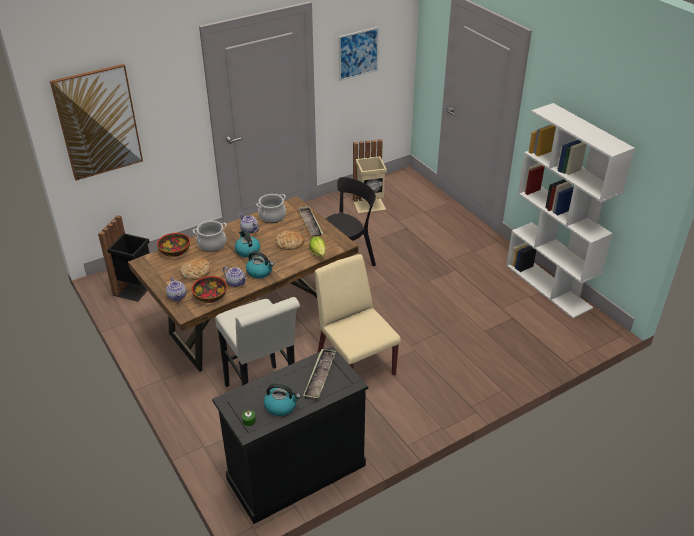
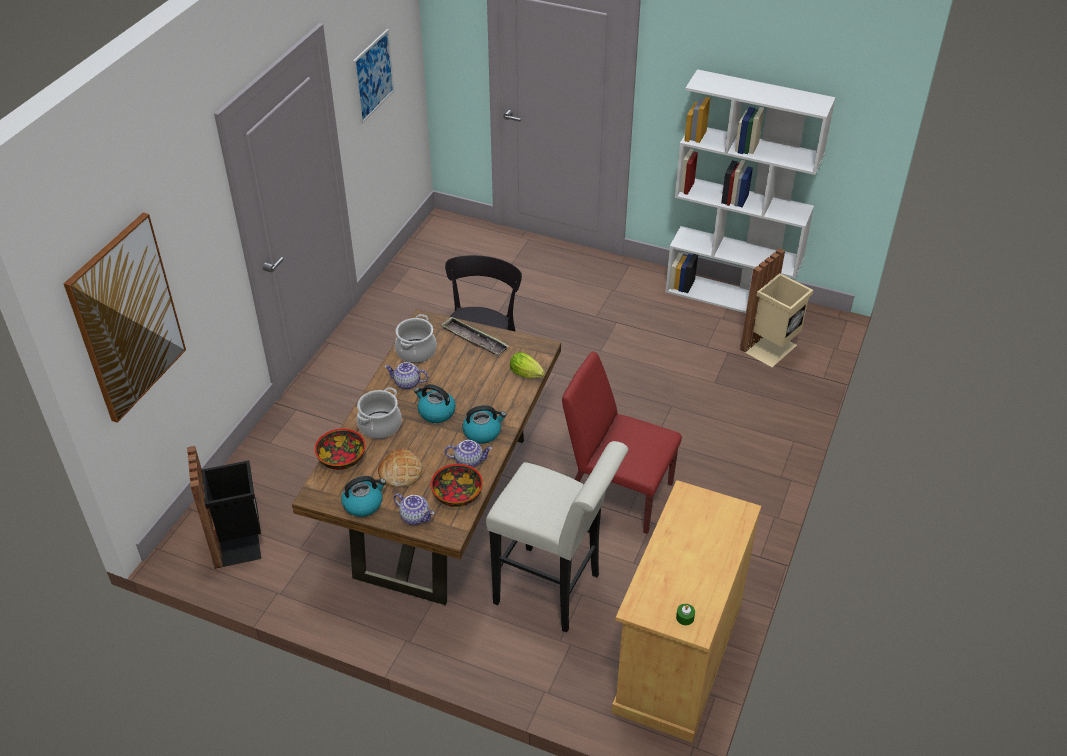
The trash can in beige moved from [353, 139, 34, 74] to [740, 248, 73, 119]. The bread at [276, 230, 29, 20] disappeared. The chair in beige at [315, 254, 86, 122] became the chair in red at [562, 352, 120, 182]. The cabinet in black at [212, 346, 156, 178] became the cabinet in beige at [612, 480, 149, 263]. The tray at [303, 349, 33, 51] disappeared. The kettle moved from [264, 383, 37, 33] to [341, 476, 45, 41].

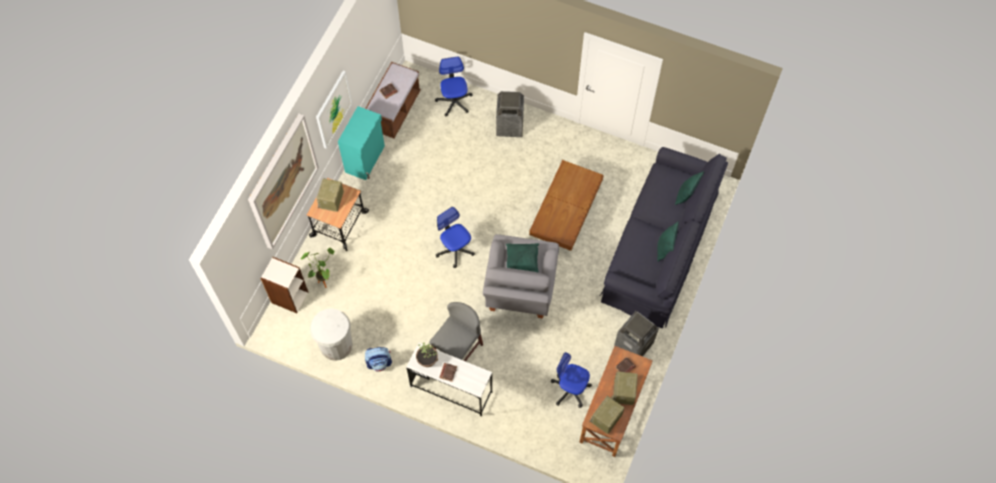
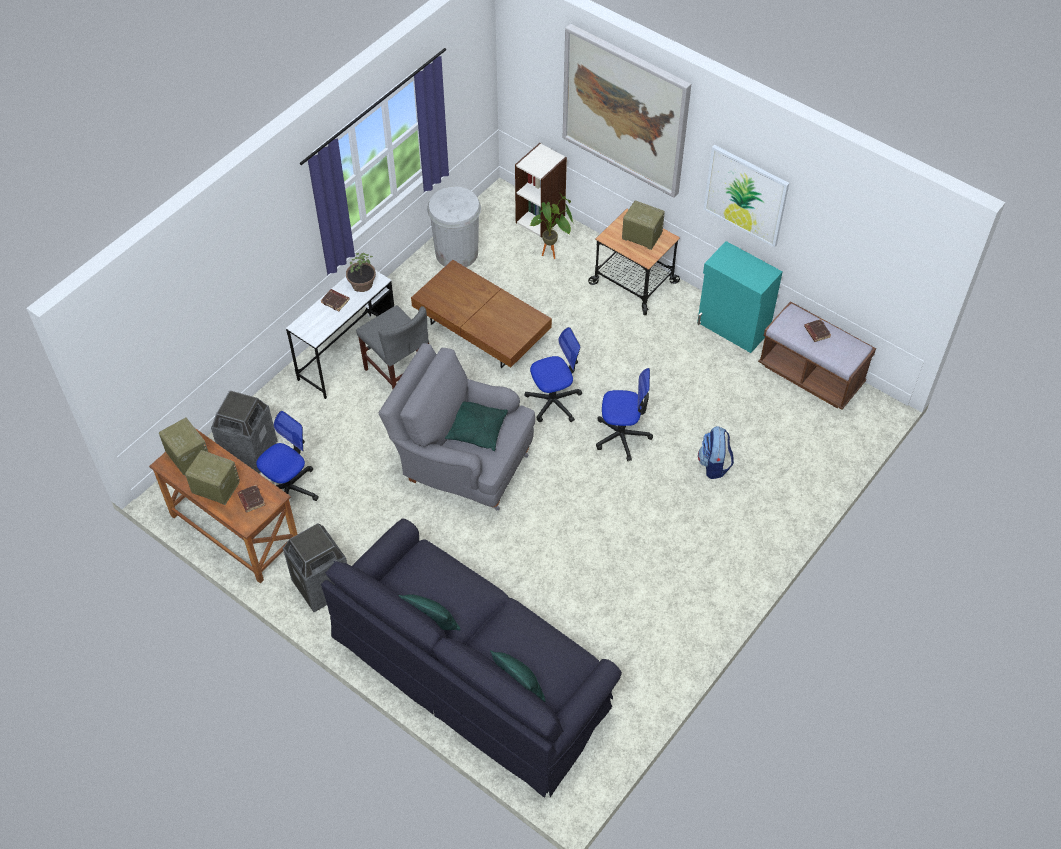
The office chair moved from [435, 56, 38, 61] to [596, 368, 57, 93]. The trash can moved from [496, 91, 28, 46] to [211, 390, 66, 84]. The coffee table in brown moved from [529, 160, 75, 91] to [411, 260, 141, 108]. The backpack moved from [365, 347, 27, 24] to [698, 426, 36, 53].

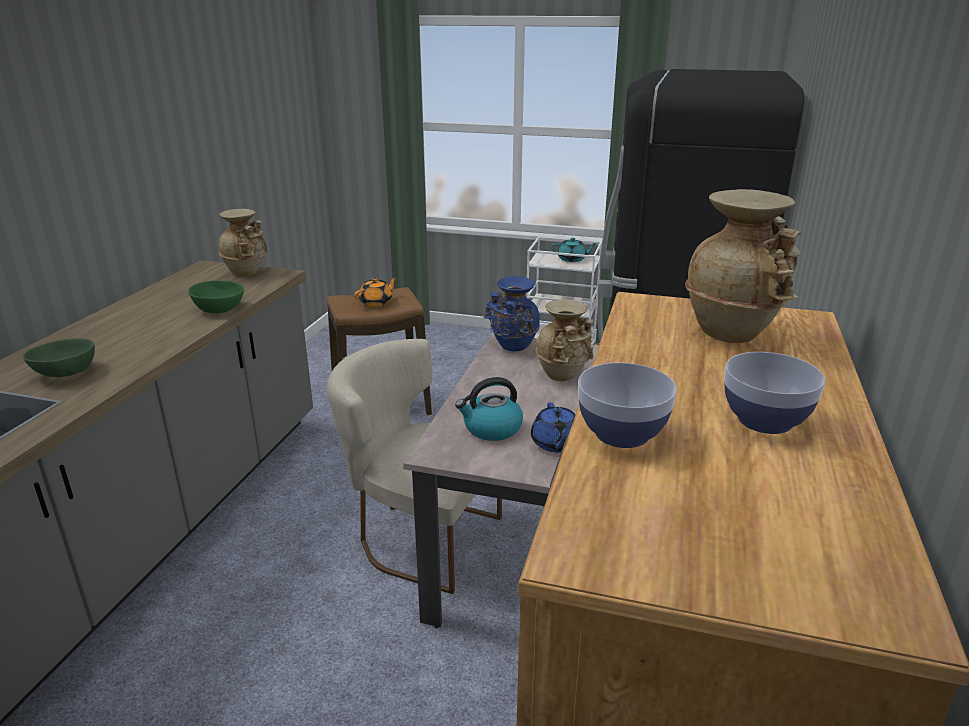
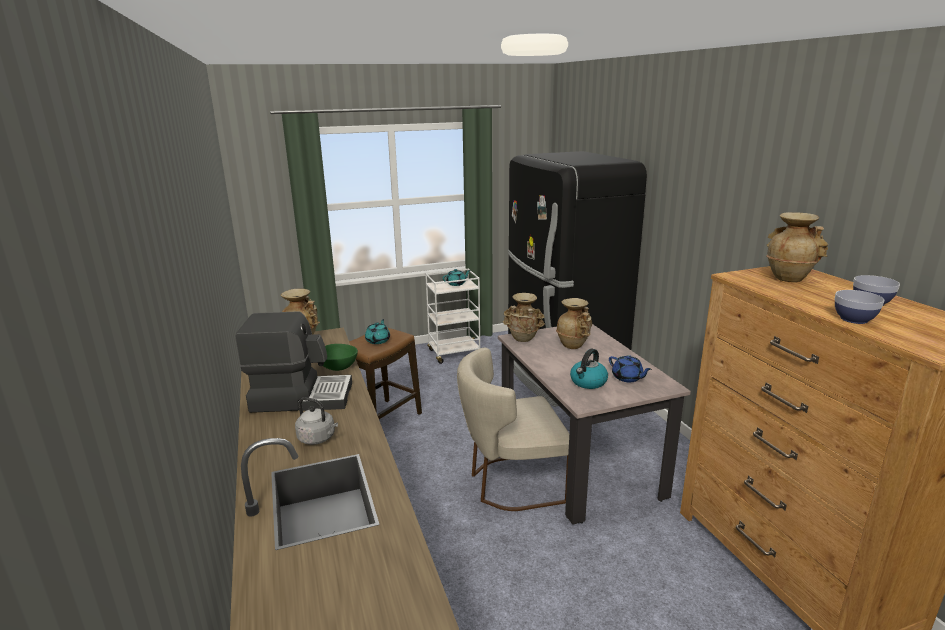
The vase in blue at [484, 276, 56, 75] became the vase in beige at [503, 293, 42, 49]. The teapot in orange at [354, 277, 43, 30] became the teapot in turquoise at [365, 319, 25, 25]. The bowl in green at [23, 338, 72, 39] was replaced by the kettle in grey at [295, 397, 43, 48]. The coffee machine at [235, 311, 117, 102] appeared.

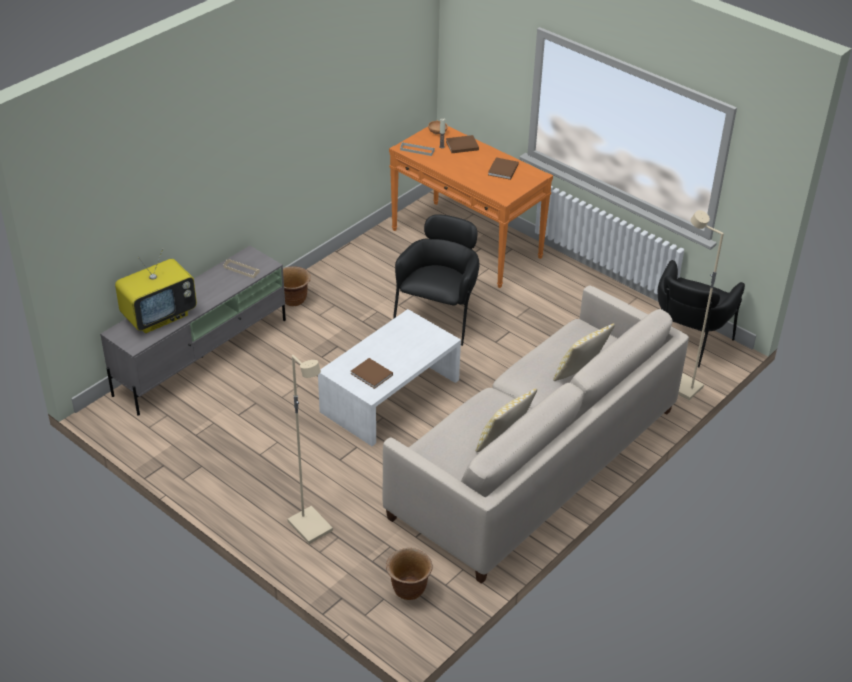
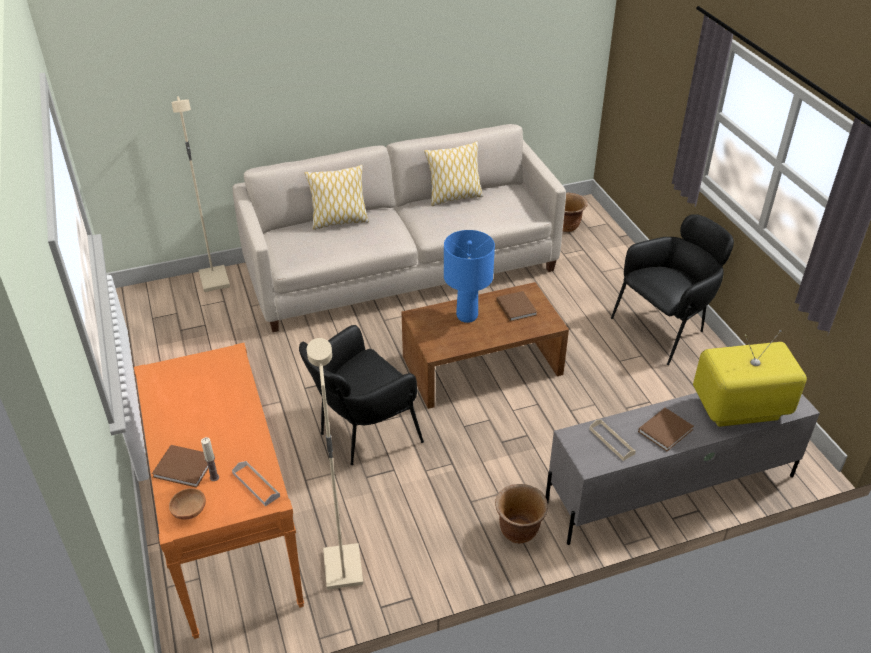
The book in brown moved from [488, 157, 31, 23] to [638, 408, 56, 43]. The armchair in black moved from [658, 260, 87, 108] to [611, 214, 123, 151]. The coffee table in white at [318, 309, 143, 137] became the coffee table in brown at [402, 282, 167, 127]. The floor lamp in beige moved from [287, 355, 46, 189] to [307, 338, 56, 252]. The table lamp in blue at [444, 230, 51, 93] appeared.

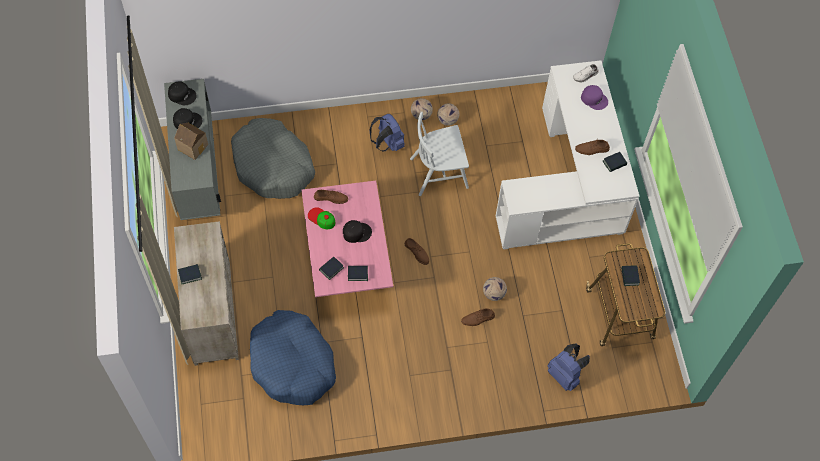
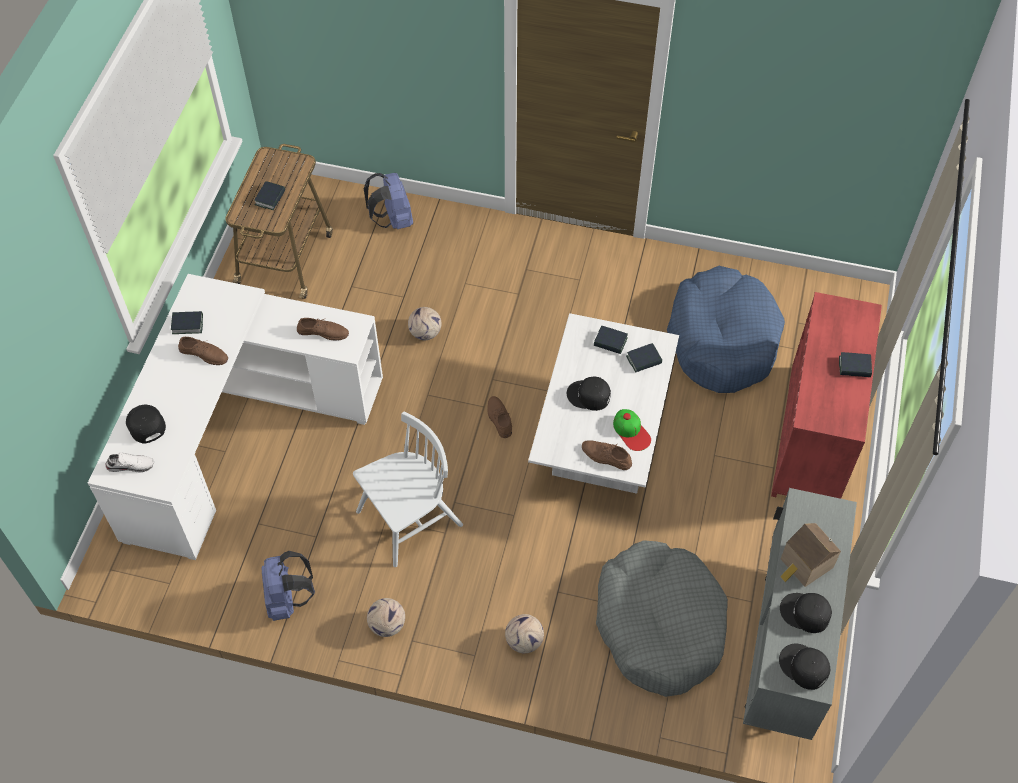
The cap in purple at [581, 85, 27, 25] became the cap in black at [126, 405, 40, 39]. The football moved from [437, 103, 23, 23] to [505, 614, 39, 39]. The chair in white at [410, 112, 59, 84] turned 45 degrees counterclockwise. The backpack in blue moved from [370, 114, 35, 37] to [261, 551, 54, 70]. The coffee table in pink at [301, 181, 92, 116] became the coffee table in white at [528, 313, 151, 181]. The dresser in beige at [174, 221, 65, 145] became the dresser in red at [771, 292, 111, 207]. The shoe in brown moved from [461, 308, 34, 18] to [297, 318, 52, 23].

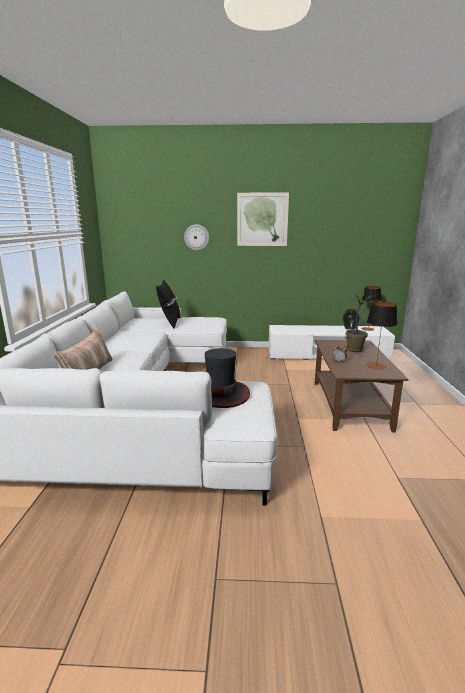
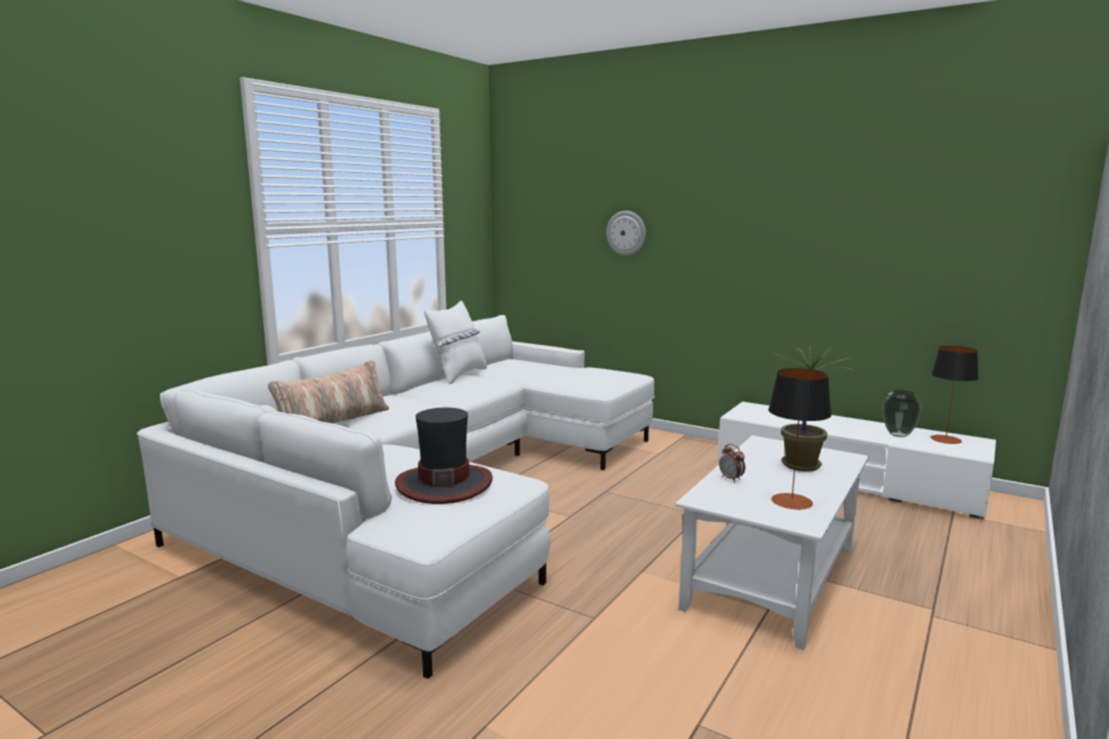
The picture at [237, 193, 52, 53] disappeared. The pillow in black at [156, 279, 24, 49] disappeared. The coffee table in brown at [315, 340, 94, 92] became the coffee table in white at [675, 435, 194, 215]. The pillow in white at [424, 301, 63, 83] appeared.

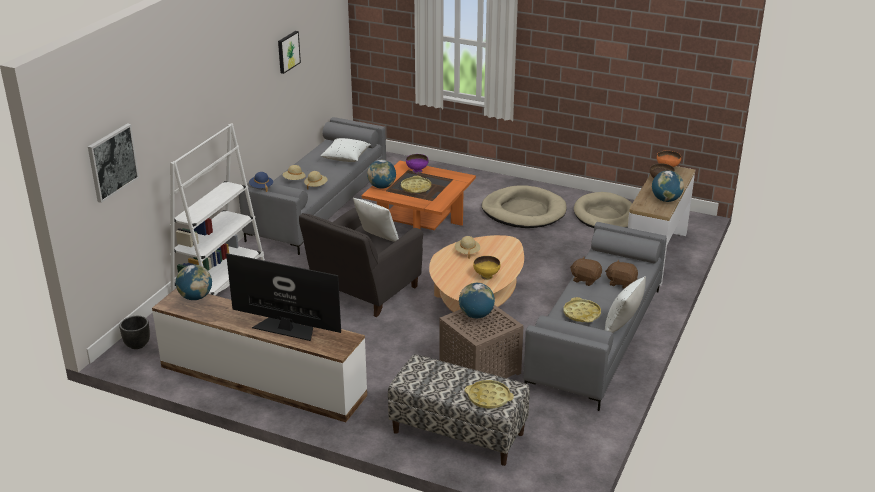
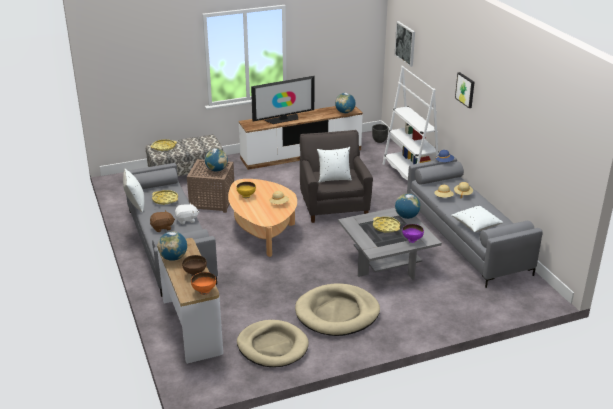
The picture moved from [278, 31, 23, 43] to [455, 72, 19, 36]. The coffee table in orange at [362, 161, 114, 69] became the coffee table in grey at [338, 208, 104, 72]. The plush toy in brown at [570, 257, 32, 29] became the plush toy in white at [174, 203, 25, 21].

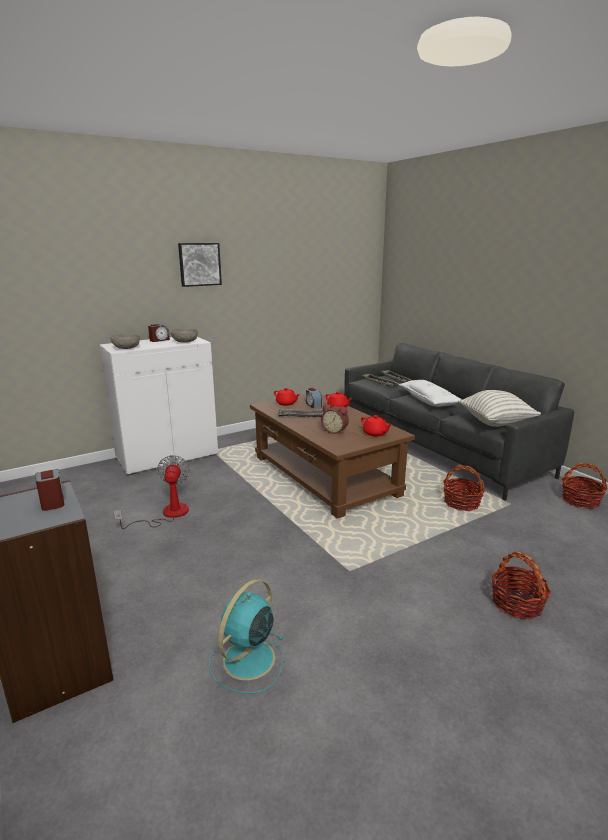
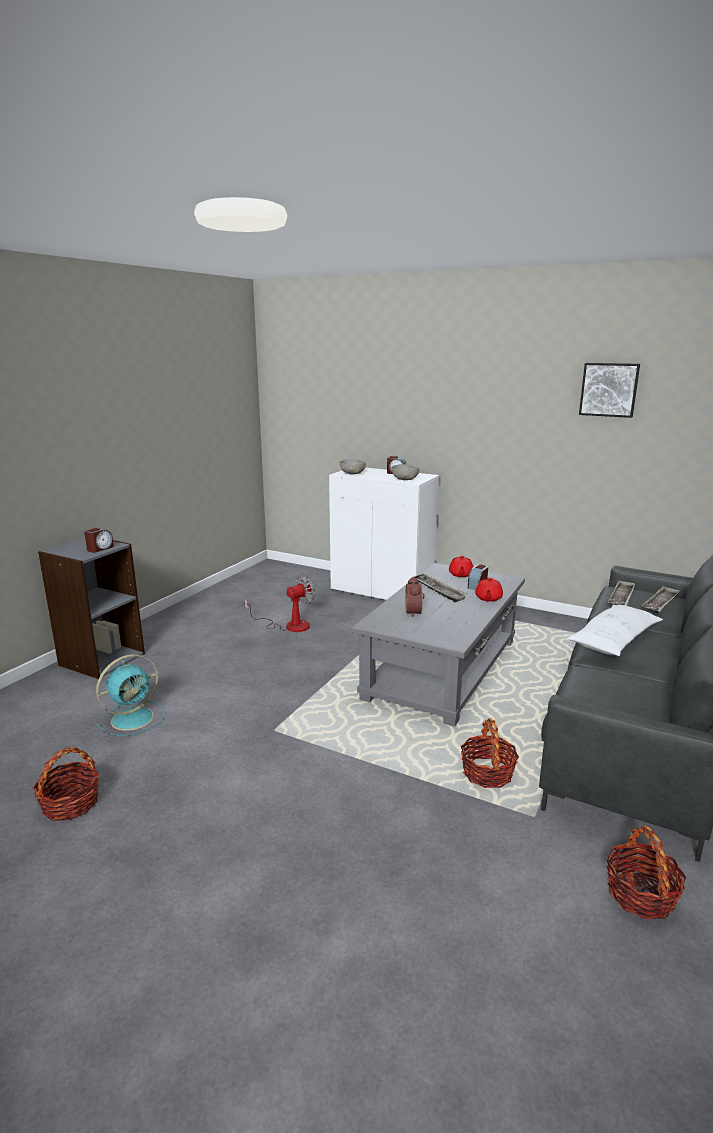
The picture moved from [178, 243, 44, 44] to [579, 363, 61, 55]. The pillow at [458, 390, 83, 37] disappeared. The coffee table in brown at [250, 394, 165, 125] became the coffee table in grey at [352, 563, 173, 164]. The teapot in red at [361, 415, 31, 21] disappeared. The basket moved from [492, 551, 59, 69] to [33, 747, 67, 74]. The fan in turquoise at [209, 579, 75, 115] turned 135 degrees clockwise.

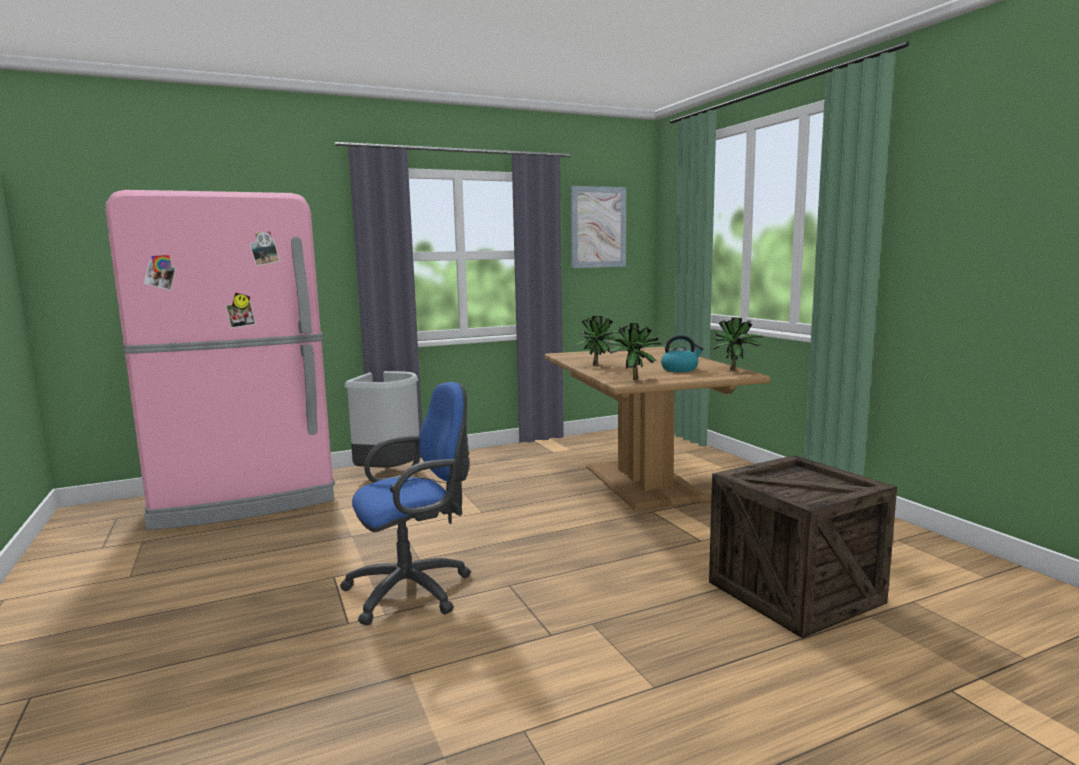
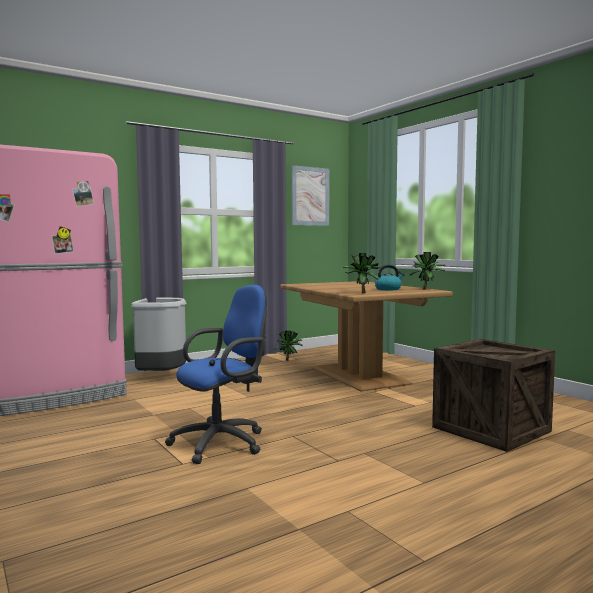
The potted plant moved from [574, 316, 46, 50] to [274, 331, 29, 30].

